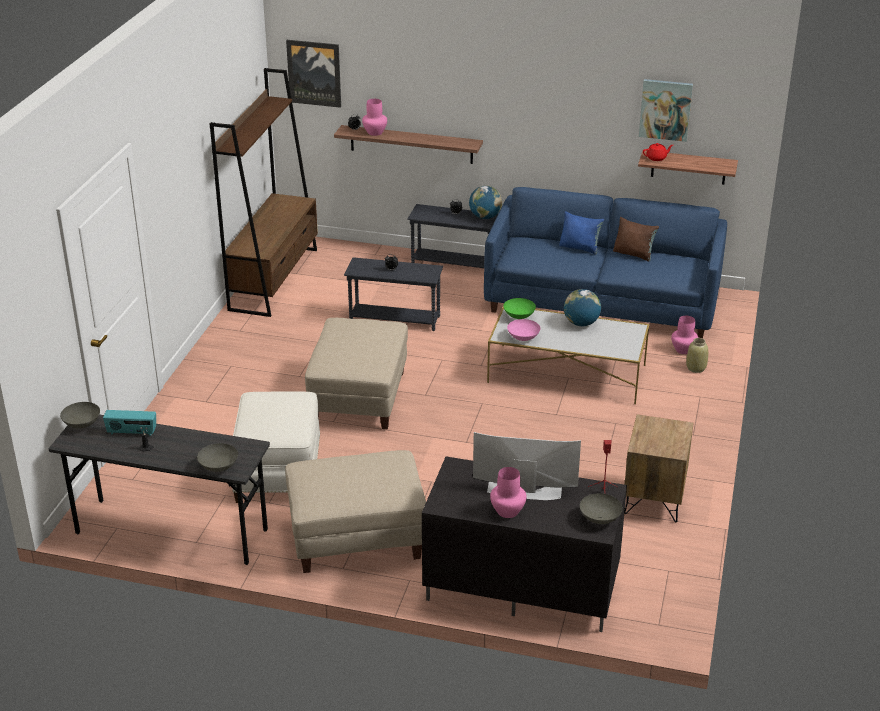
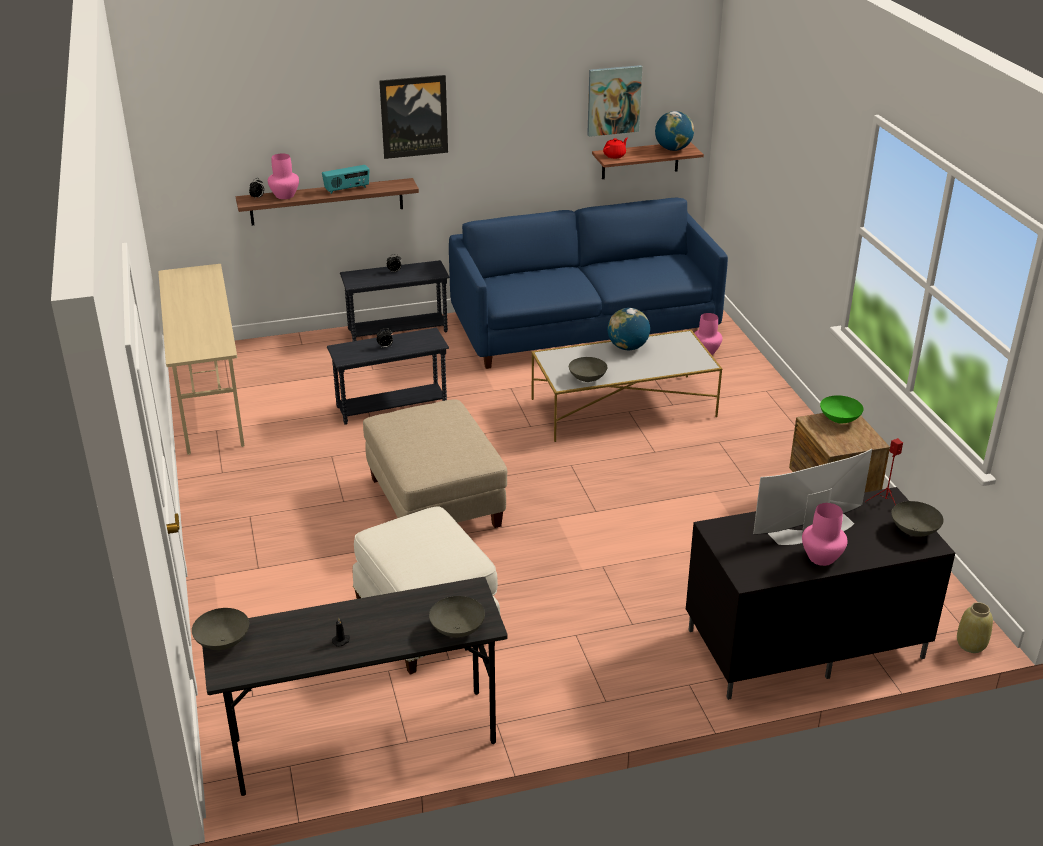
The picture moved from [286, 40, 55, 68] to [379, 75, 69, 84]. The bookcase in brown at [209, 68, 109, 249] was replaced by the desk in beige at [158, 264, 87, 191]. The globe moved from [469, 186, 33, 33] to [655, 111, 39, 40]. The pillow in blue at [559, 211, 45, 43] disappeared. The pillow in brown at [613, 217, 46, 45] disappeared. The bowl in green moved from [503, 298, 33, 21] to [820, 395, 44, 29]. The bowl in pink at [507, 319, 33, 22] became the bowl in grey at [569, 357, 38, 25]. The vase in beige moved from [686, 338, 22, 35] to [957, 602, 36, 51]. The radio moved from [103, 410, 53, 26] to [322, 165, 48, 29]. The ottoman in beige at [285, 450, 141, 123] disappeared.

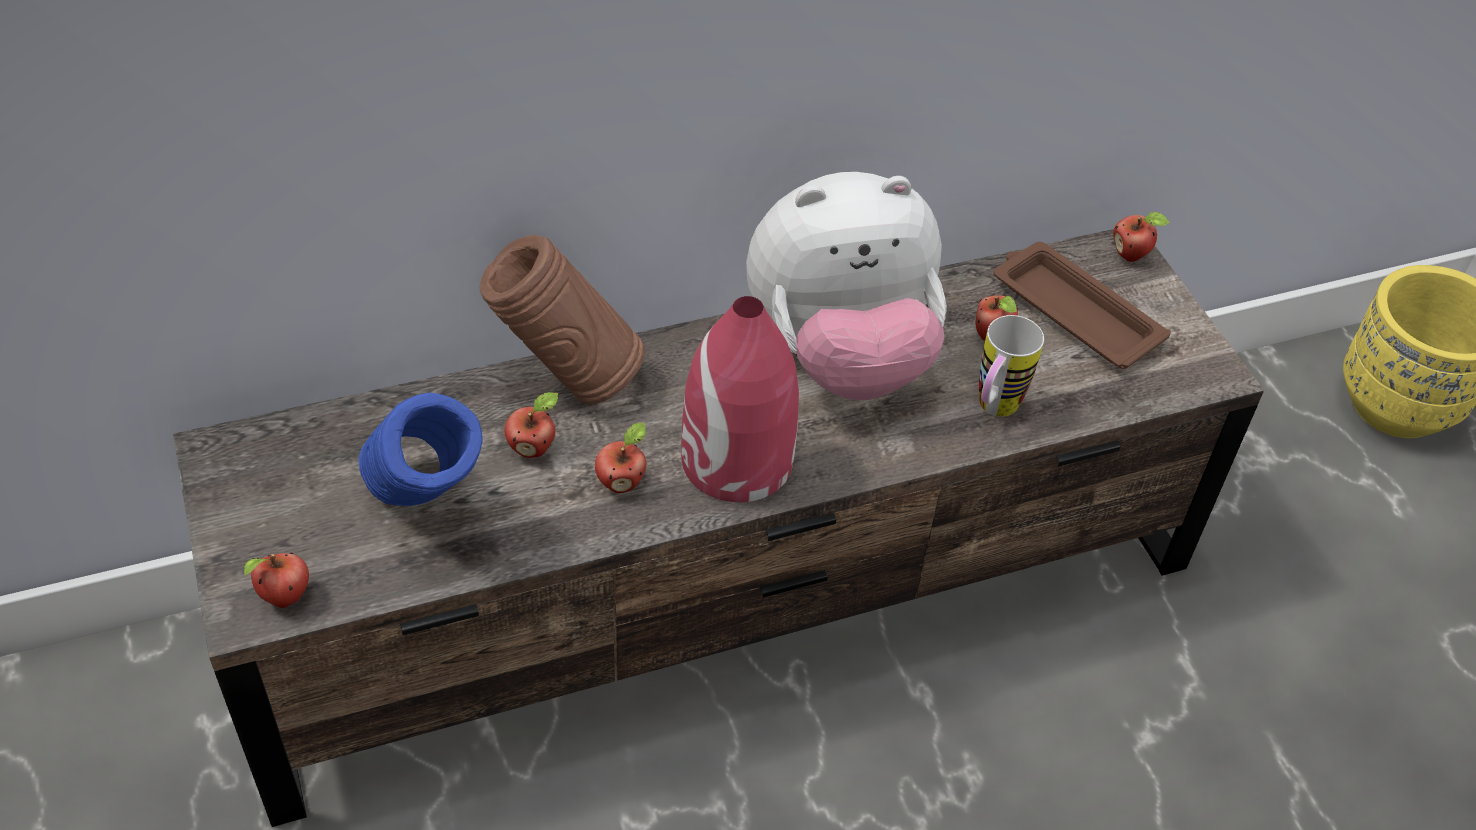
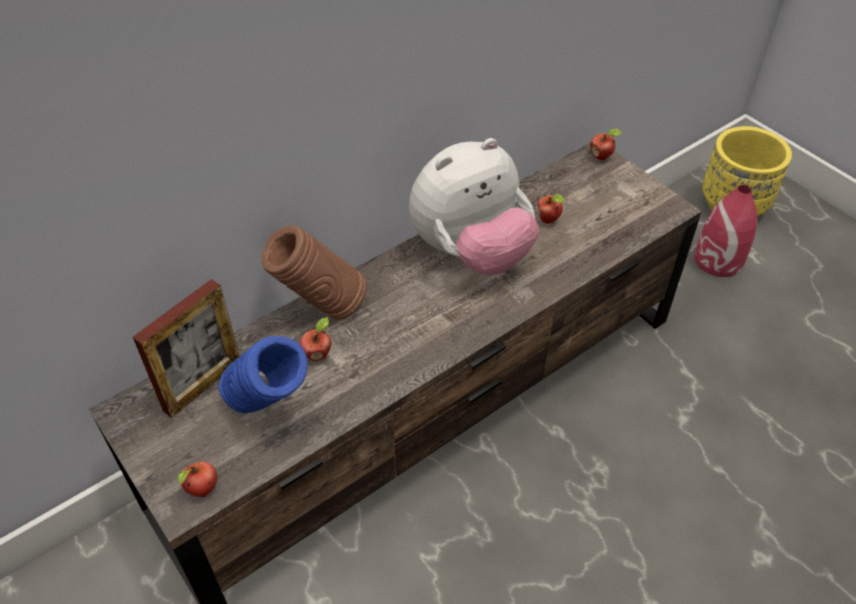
The tray in brown at [993, 242, 178, 127] disappeared. The vase in red moved from [681, 296, 118, 206] to [694, 185, 63, 92]. The mug at [979, 315, 65, 102] disappeared. The apple at [595, 422, 51, 71] disappeared. The picture frame at [133, 279, 107, 139] appeared.

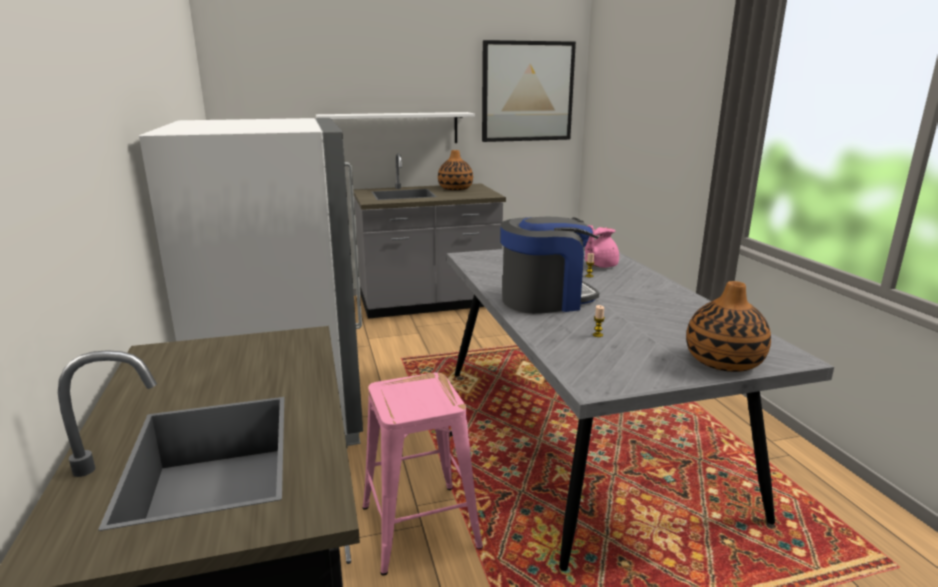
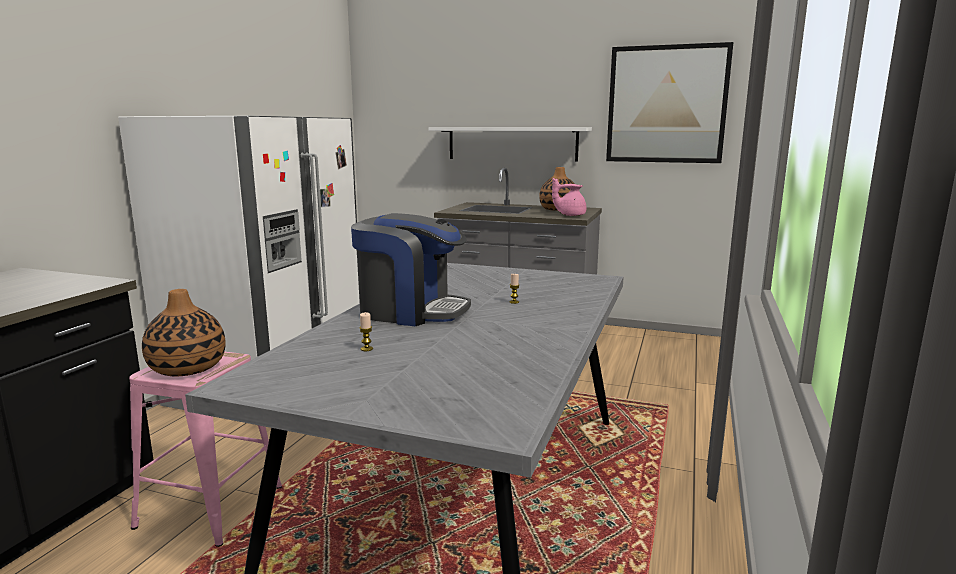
The teapot in pink moved from [585, 225, 34, 43] to [552, 178, 34, 38]. The vase moved from [686, 281, 85, 91] to [142, 289, 84, 87].

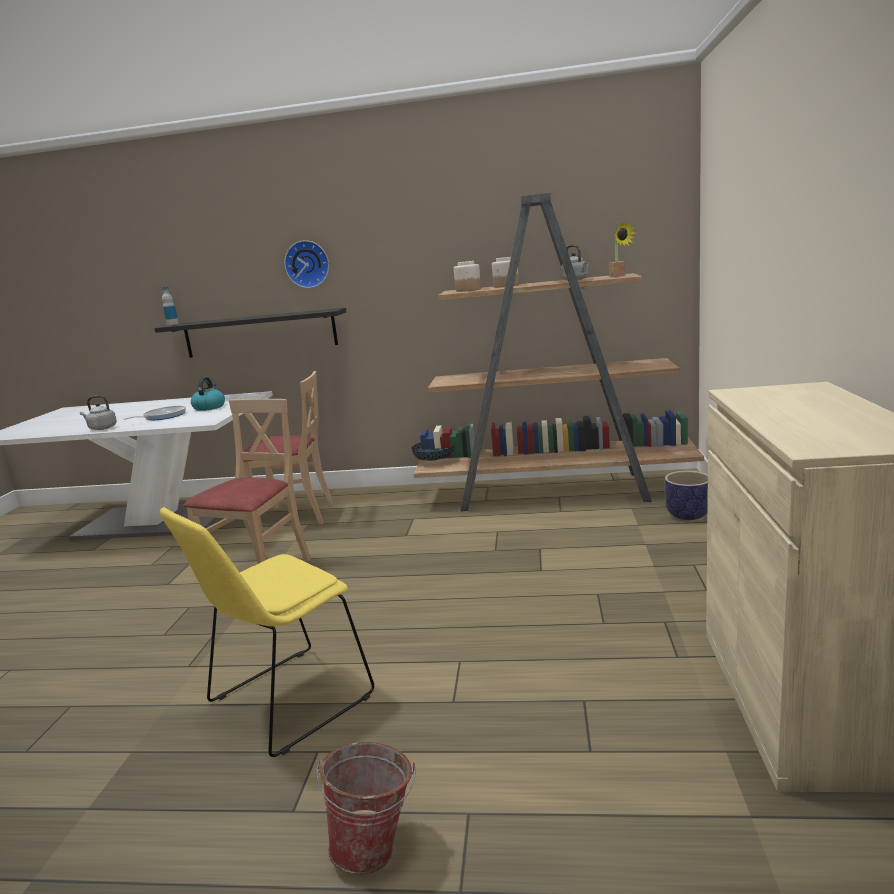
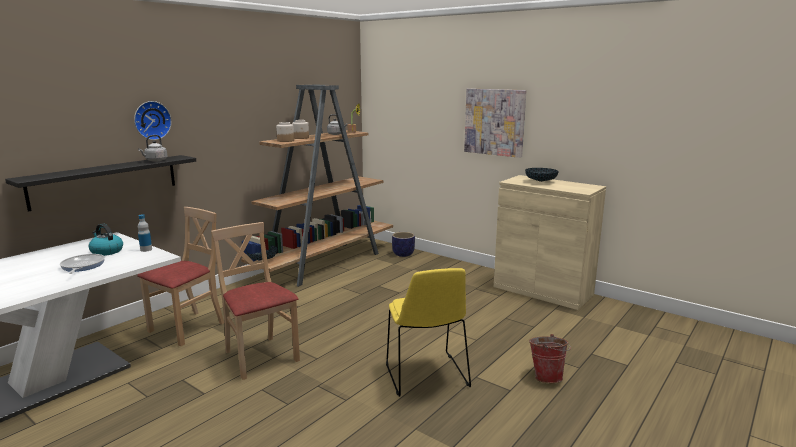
The bottle moved from [162, 286, 17, 39] to [138, 214, 14, 38]. The kettle in grey moved from [80, 395, 37, 35] to [138, 135, 30, 27]. The picture at [464, 89, 62, 69] appeared. The bowl at [525, 168, 34, 14] appeared.

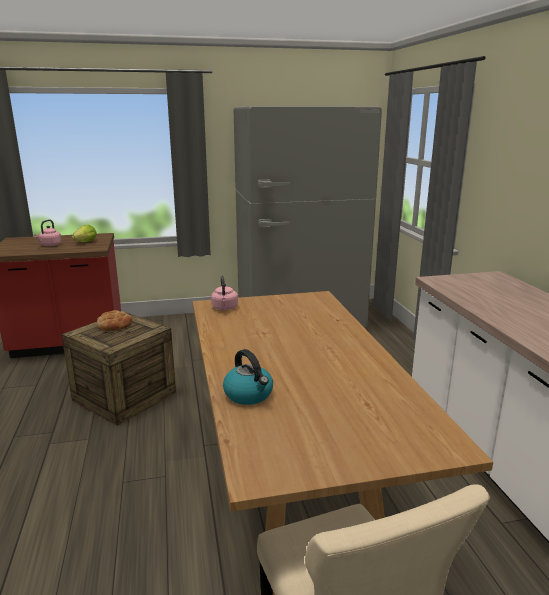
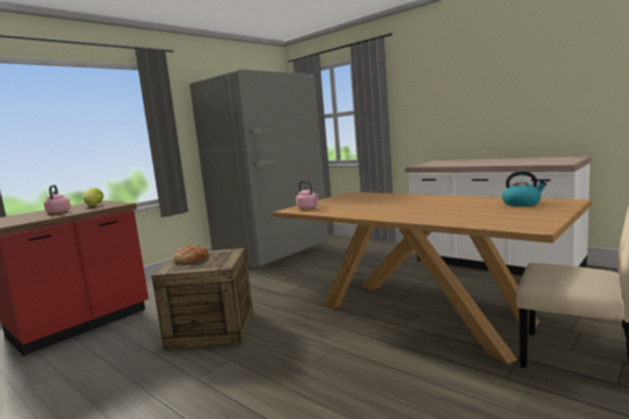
The kettle moved from [223, 349, 50, 56] to [502, 171, 45, 36].

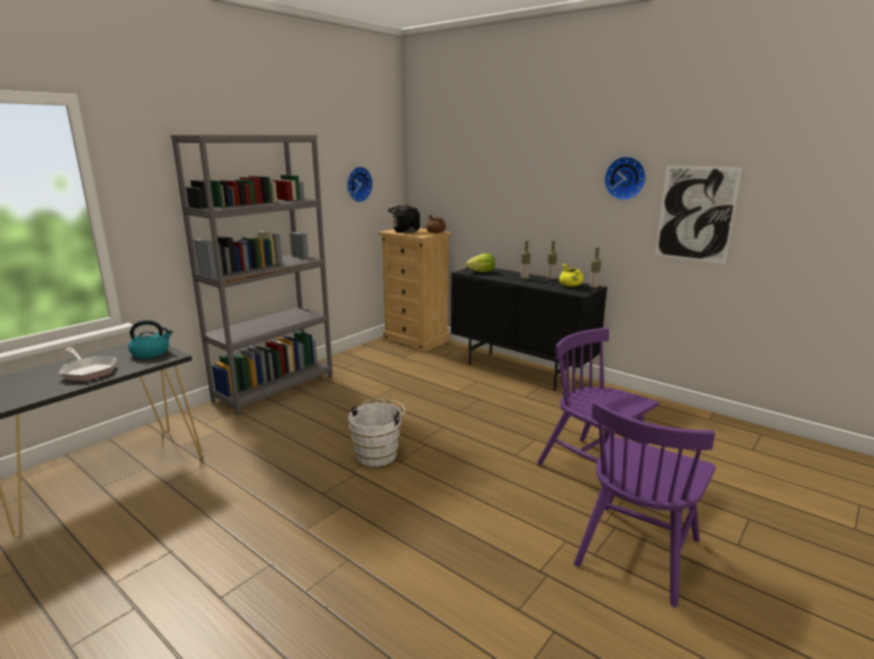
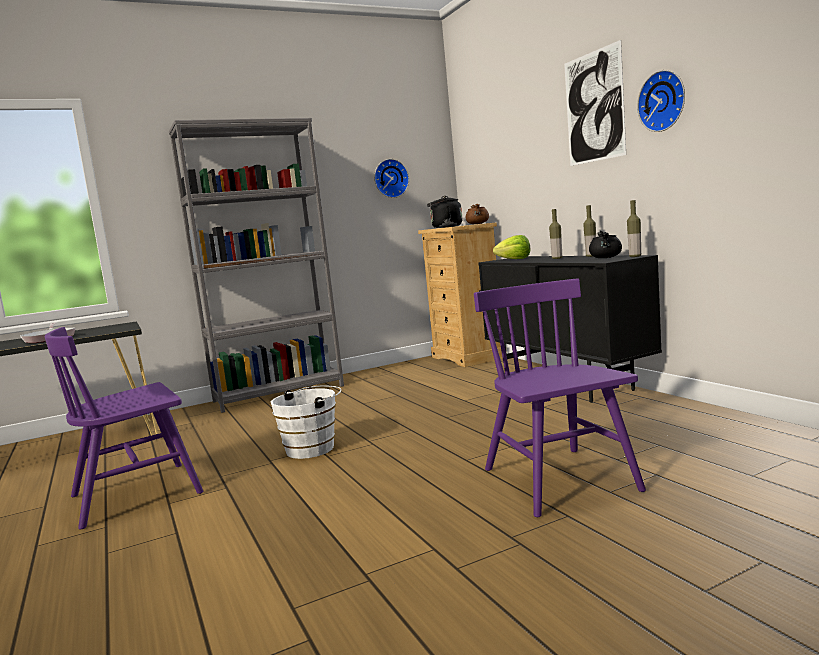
The picture moved from [655, 165, 87, 99] to [564, 40, 62, 126]. The cooking pot in yellow at [559, 264, 24, 23] became the cooking pot in black at [589, 231, 33, 27]. The kettle at [128, 320, 45, 38] disappeared. The chair in purple moved from [574, 401, 142, 206] to [45, 327, 158, 202].

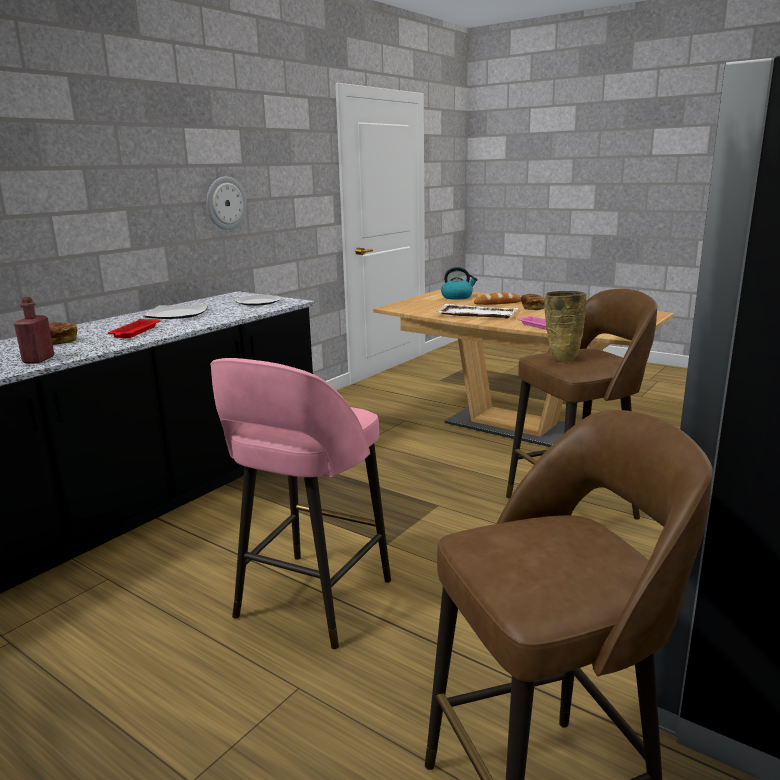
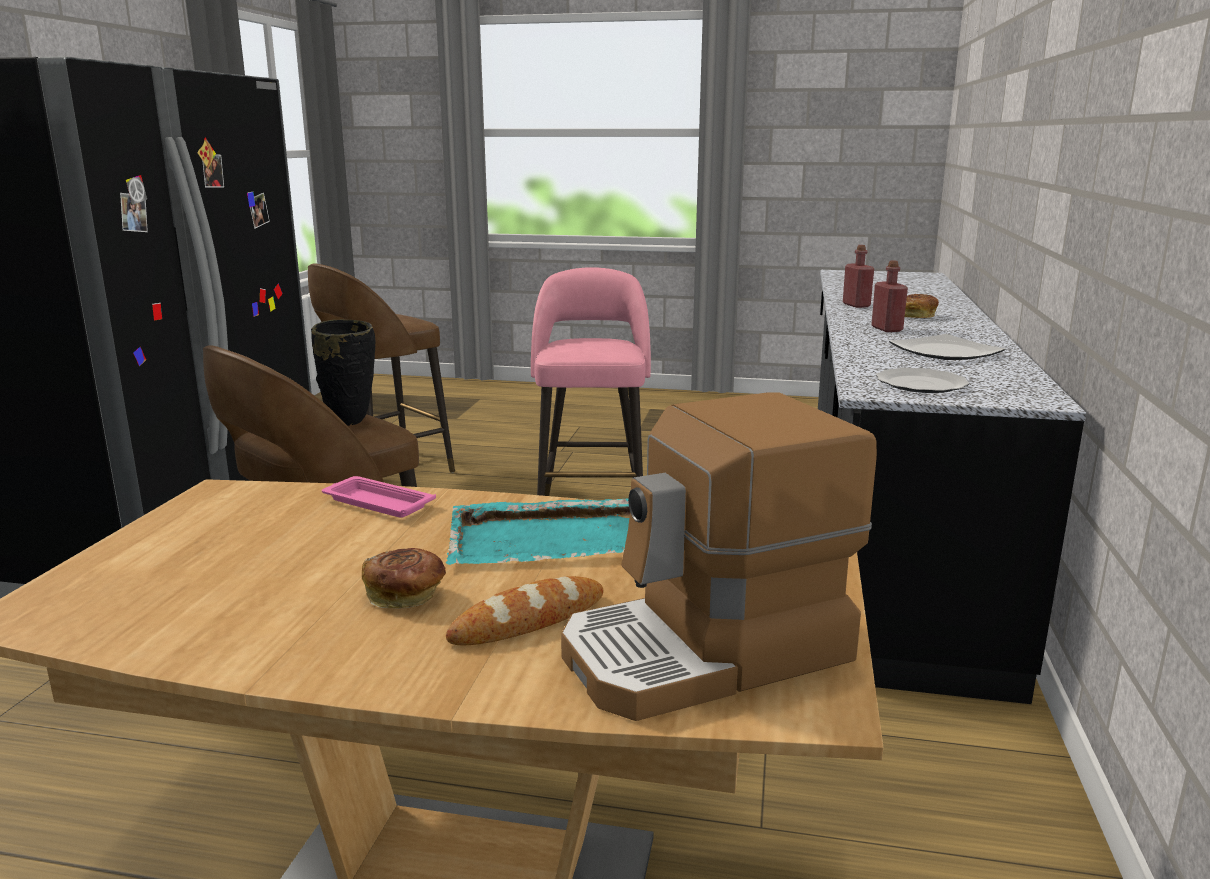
The wall clock at [207, 176, 40, 54] disappeared. The kettle at [441, 267, 37, 33] was replaced by the coffee machine at [561, 393, 316, 328]. The vase in beige at [544, 291, 43, 70] became the vase in black at [311, 319, 64, 107]. The tray in white at [436, 304, 82, 15] became the tray in turquoise at [446, 499, 184, 66]. The tray in red at [108, 319, 52, 19] was replaced by the bottle in red at [871, 260, 37, 72].

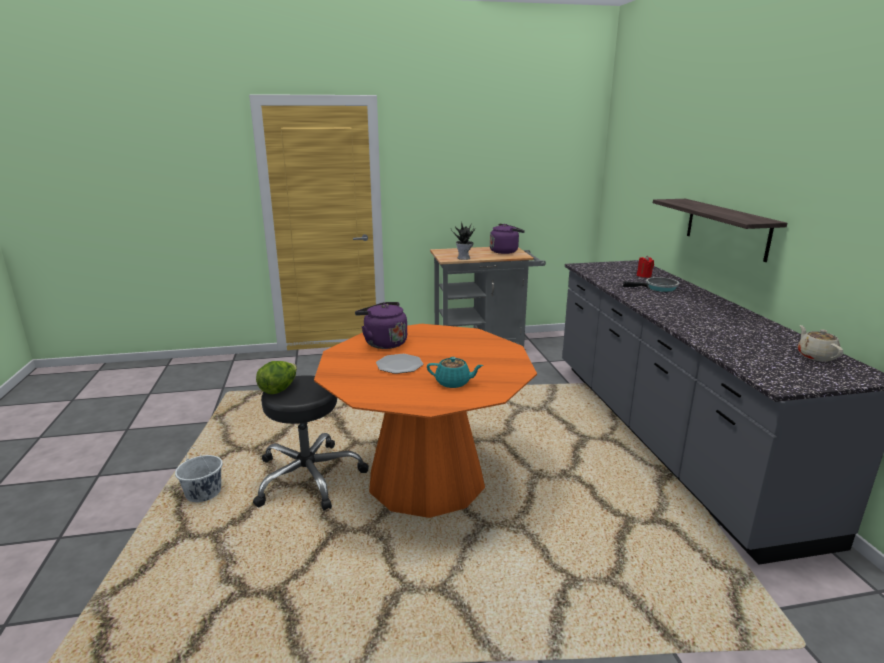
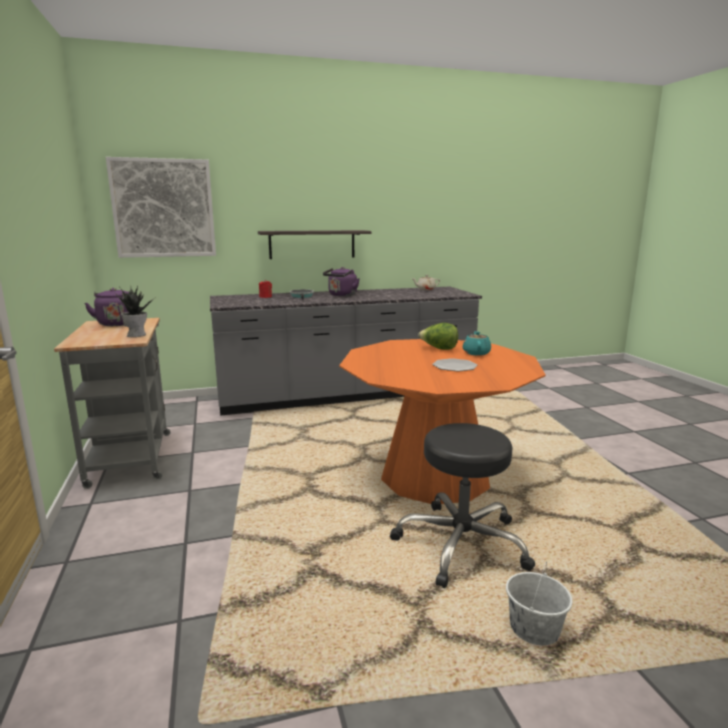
The kettle in purple moved from [355, 302, 52, 47] to [323, 267, 37, 29]. The lettuce moved from [256, 361, 41, 33] to [418, 323, 40, 27]. The picture at [106, 157, 110, 101] appeared.

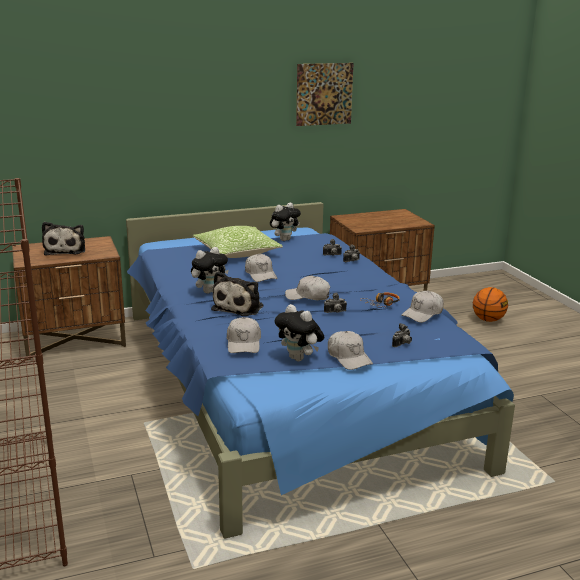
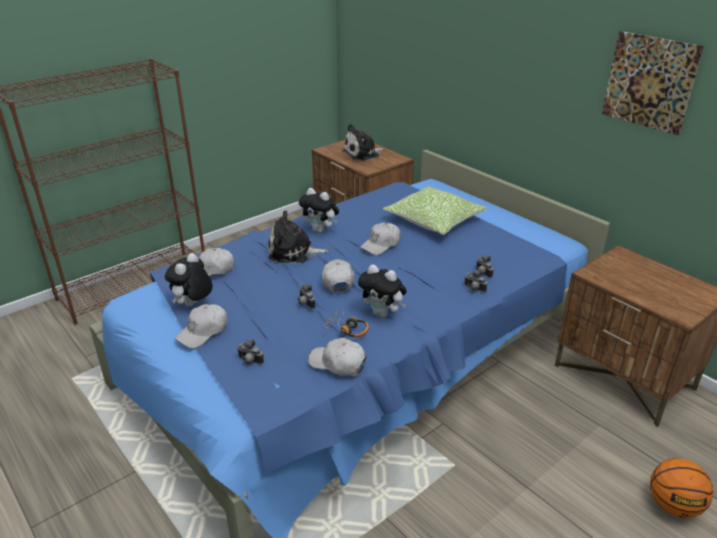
The plush toy moved from [270, 202, 31, 39] to [358, 264, 49, 54].

